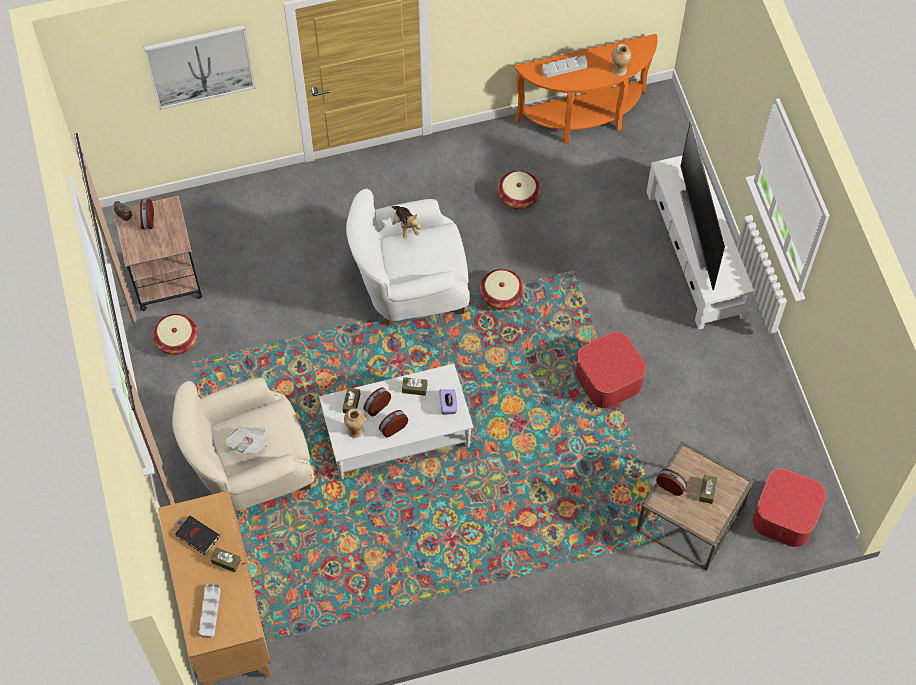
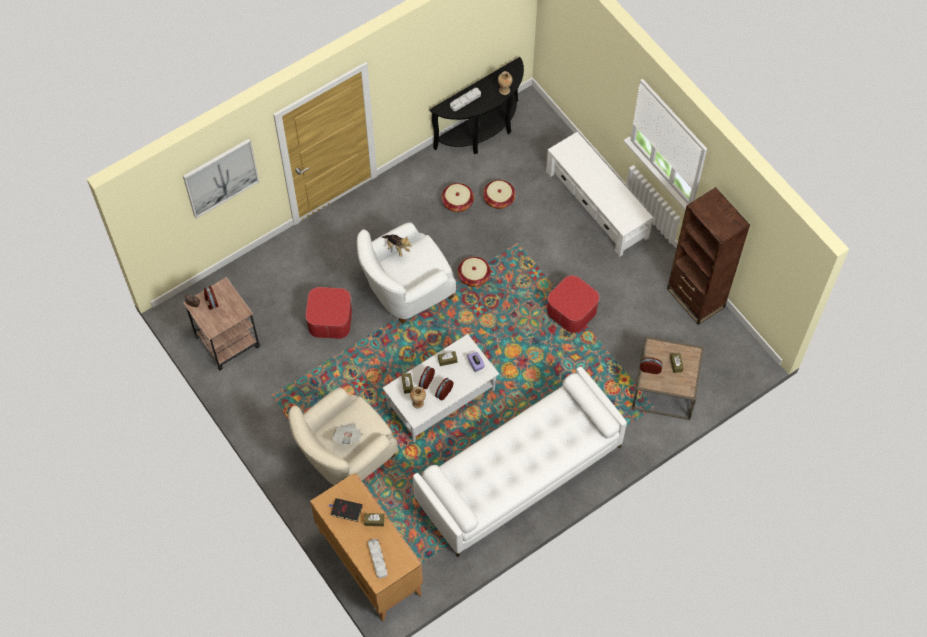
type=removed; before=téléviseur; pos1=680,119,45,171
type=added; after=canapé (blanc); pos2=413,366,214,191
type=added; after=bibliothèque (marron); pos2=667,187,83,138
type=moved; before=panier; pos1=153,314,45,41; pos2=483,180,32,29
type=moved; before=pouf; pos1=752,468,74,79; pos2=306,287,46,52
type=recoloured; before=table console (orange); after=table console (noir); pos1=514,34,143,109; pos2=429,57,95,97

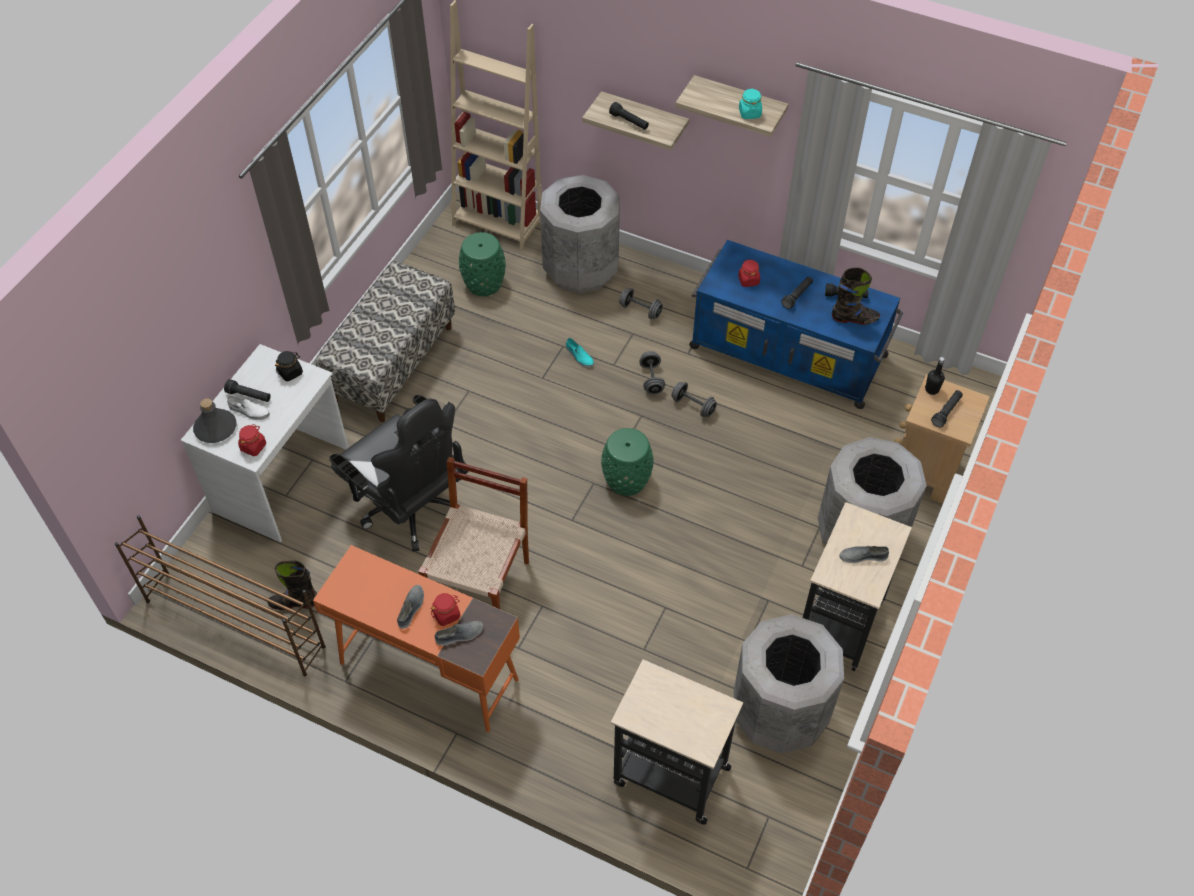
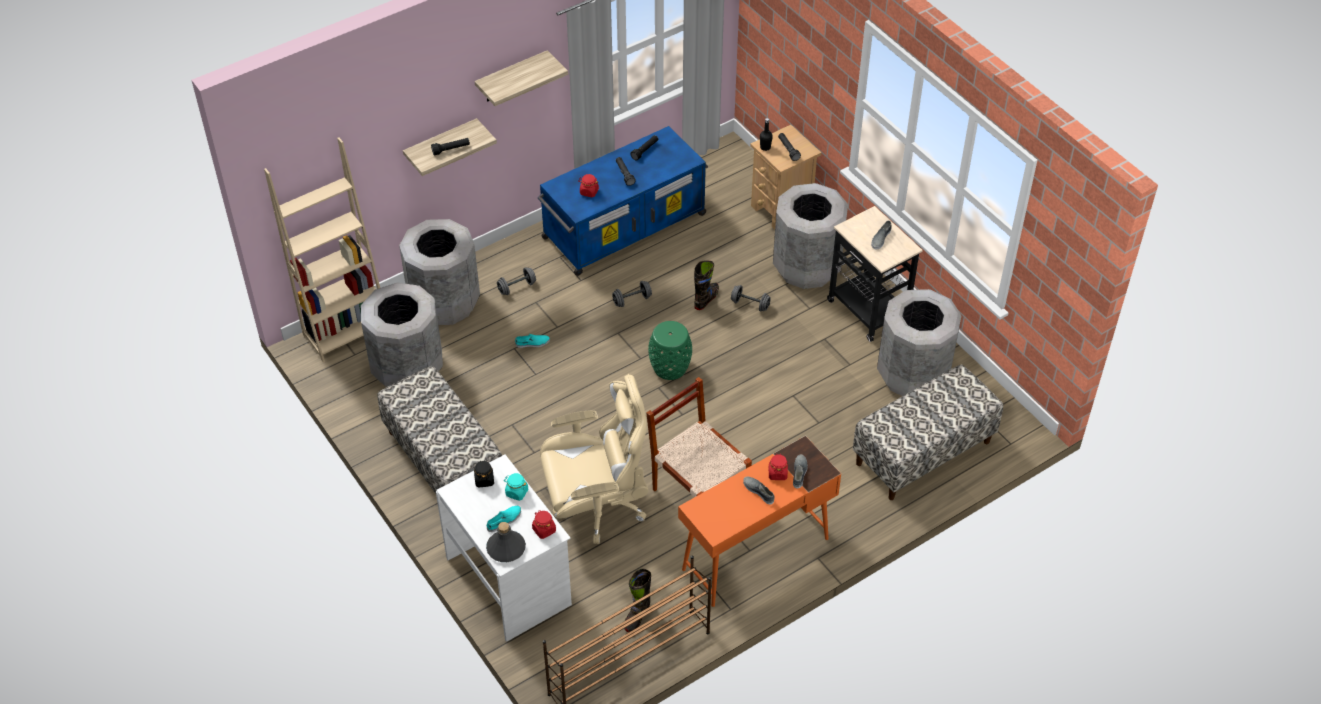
type=removed; before=lampe de poche (noir); pos1=224,379,47,23
type=moved; before=haltère (gris); pos1=639,351,26,44; pos2=731,285,40,26
type=moved; before=bocal (turquoise); pos1=739,88,23,31; pos2=504,473,24,28
type=moved; before=botte (noir); pos1=832,267,48,58; pos2=694,260,25,50
type=replaced; before=tabouret (vert); after=poubelle (gris); pos1=459,232,47,64; pos2=361,282,82,105
type=replaced; before=chariot; after=banc; pos1=611,659,132,166; pos2=853,364,150,136
type=recoloured; before=chaussure (blanc); after=chaussure (turquoise); pos1=227,396,43,24; pos2=486,506,35,26
type=recoloured; before=chaise de bureau (noir); after=chaise de bureau (beige); pos1=329,395,140,157; pos2=540,374,108,170

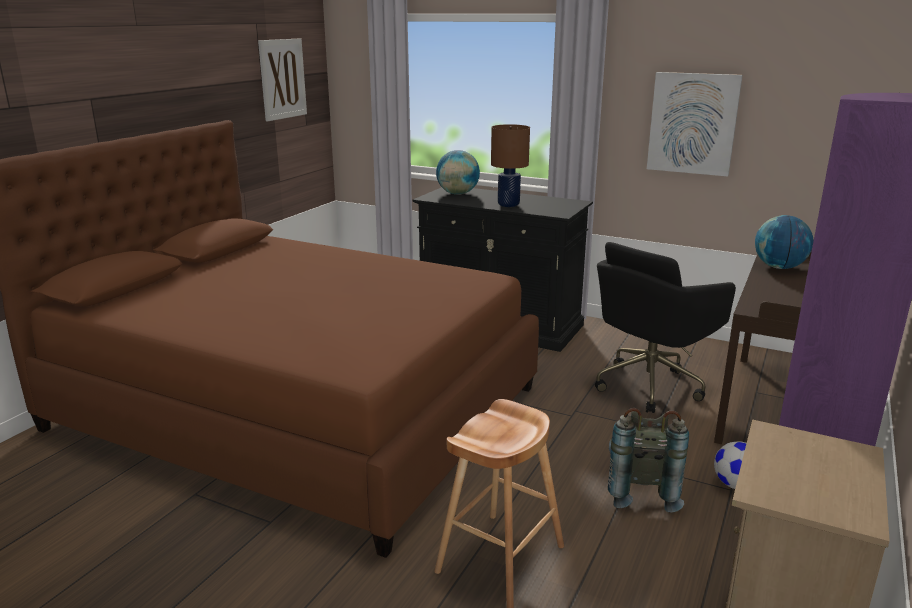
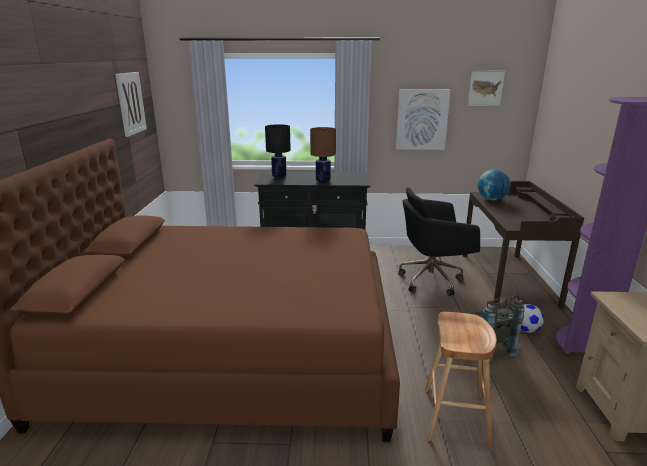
type=added; after=tableau; pos2=466,70,40,37
type=replaced; before=globe; after=lampe de table (noir); pos1=436,150,44,45; pos2=265,124,26,54
type=turned; before=chaise de bureau (noir); pos1=595,242,141,171; pos2=398,187,82,109; turn=60

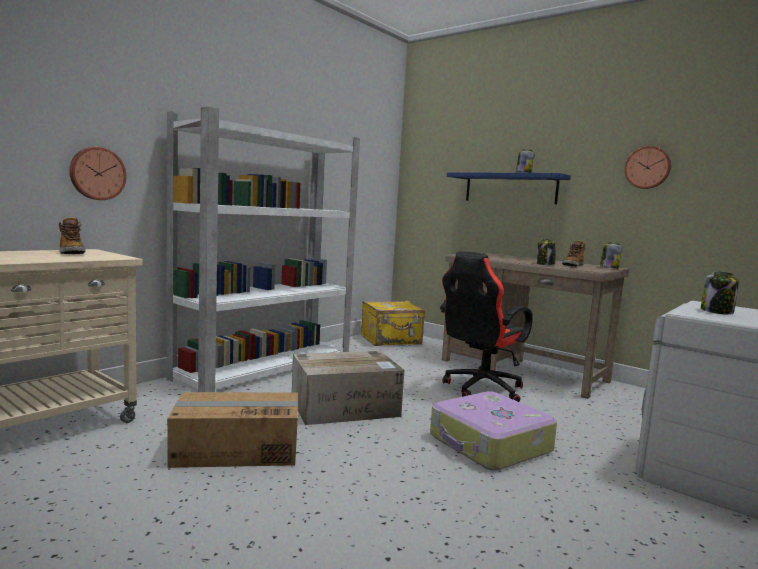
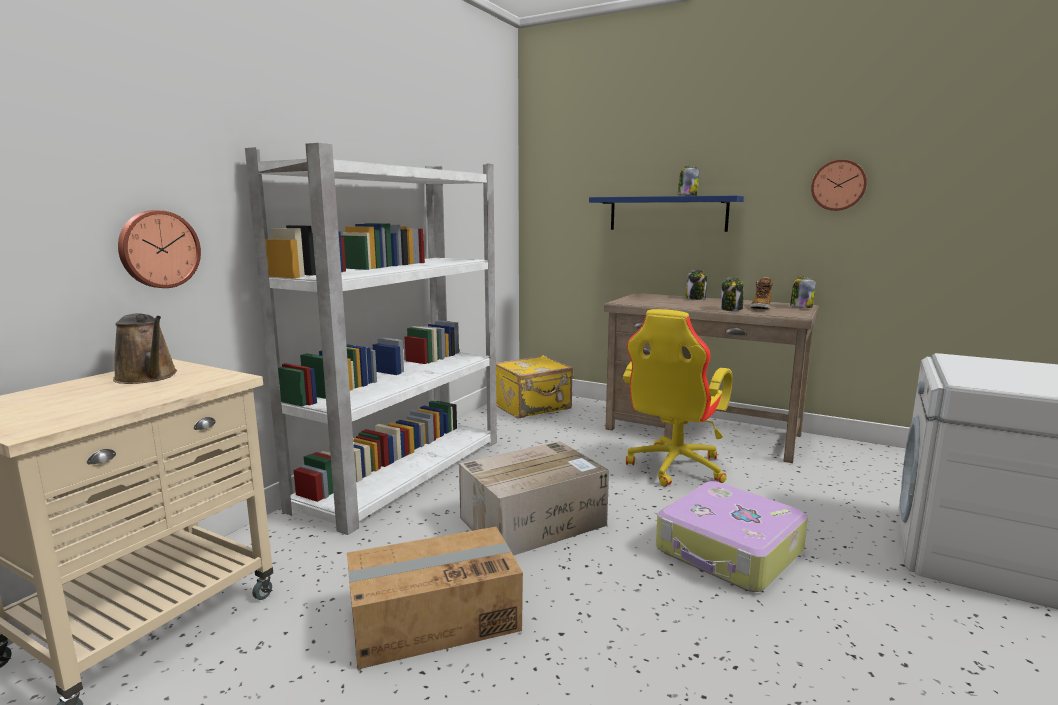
type=moved; before=bocal; pos1=701,271,38,44; pos2=686,270,21,30
type=replaced; before=botte; after=arrosoir (marron); pos1=59,217,26,37; pos2=113,313,64,71
type=recoloured; before=chaise de bureau (noir); after=chaise de bureau (jaune); pos1=440,251,93,151; pos2=623,309,110,178

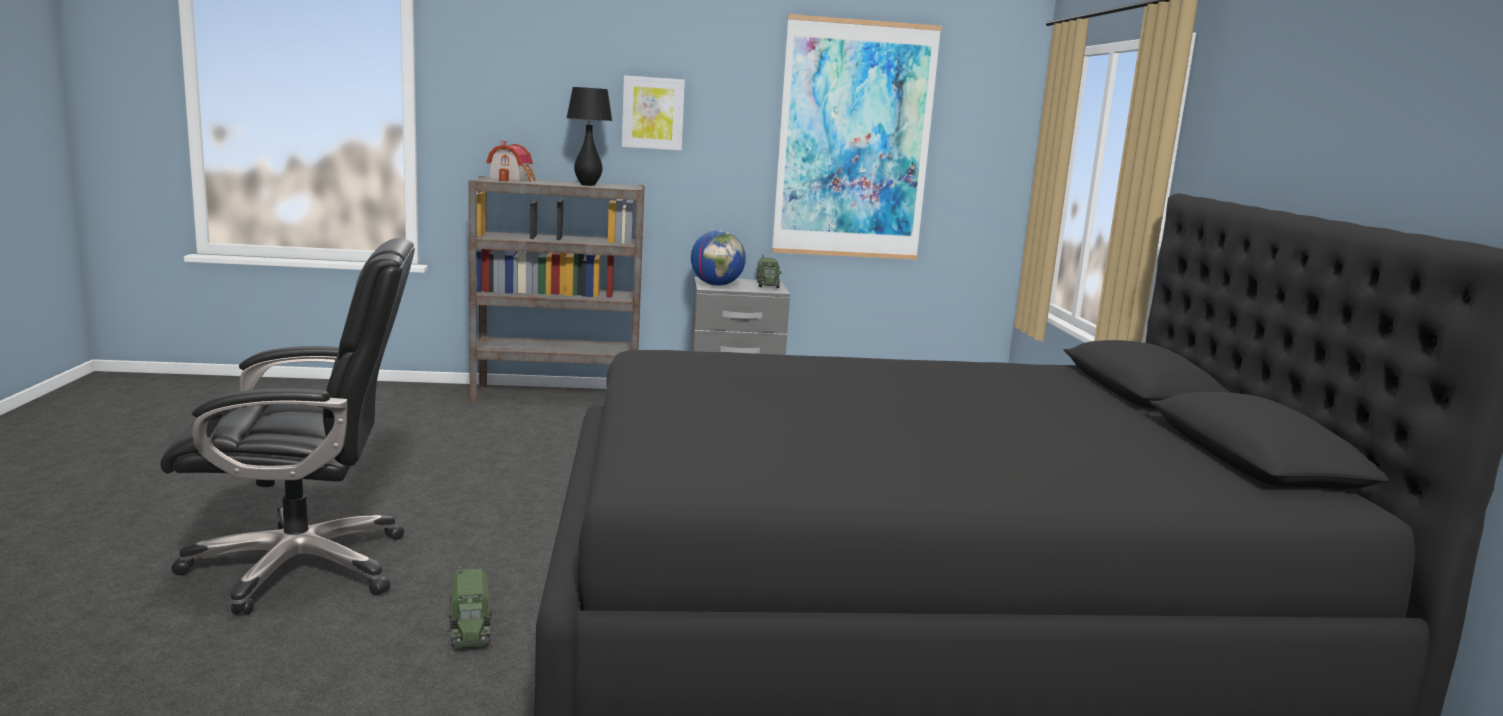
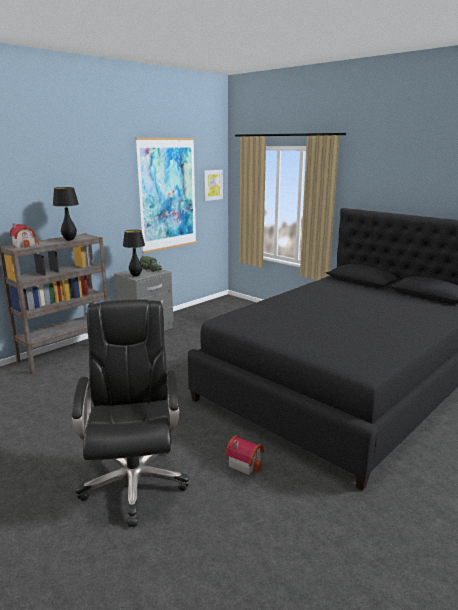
type=moved; before=tableau; pos1=622,75,63,76; pos2=203,170,20,31
type=replaced; before=camion jouet; after=maison miniature; pos1=449,566,43,82; pos2=225,435,39,40
type=replaced; before=globe; after=lampe de table (noir); pos1=691,230,55,56; pos2=123,230,22,47
type=turned; before=chaise de bureau (noir); pos1=160,238,255,376; pos2=72,299,117,228; turn=-45

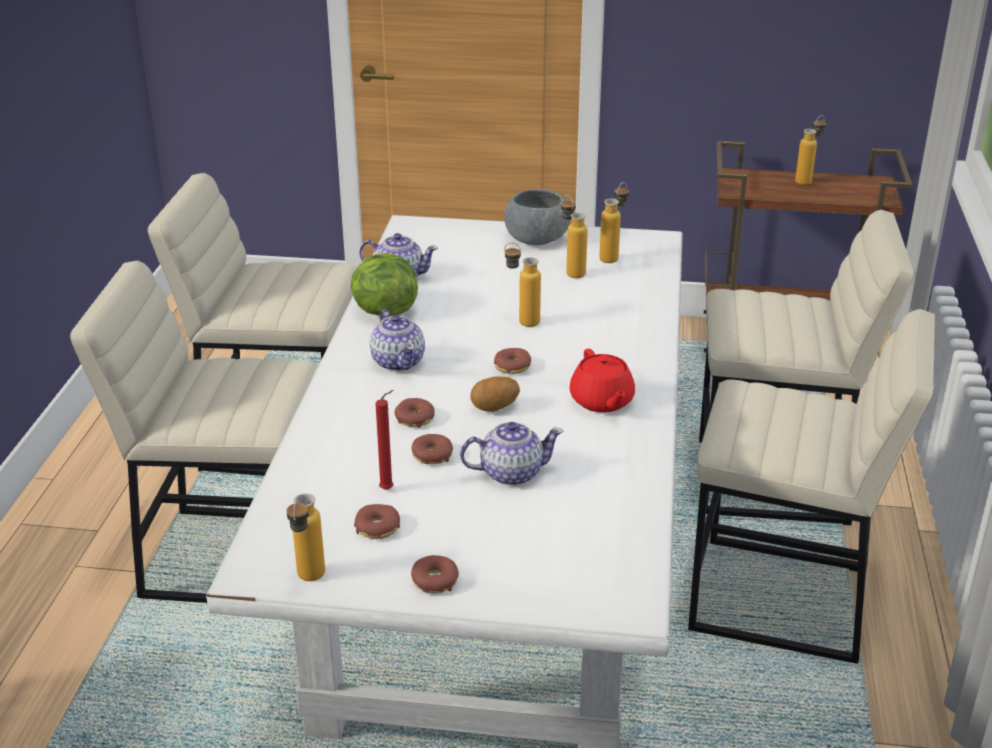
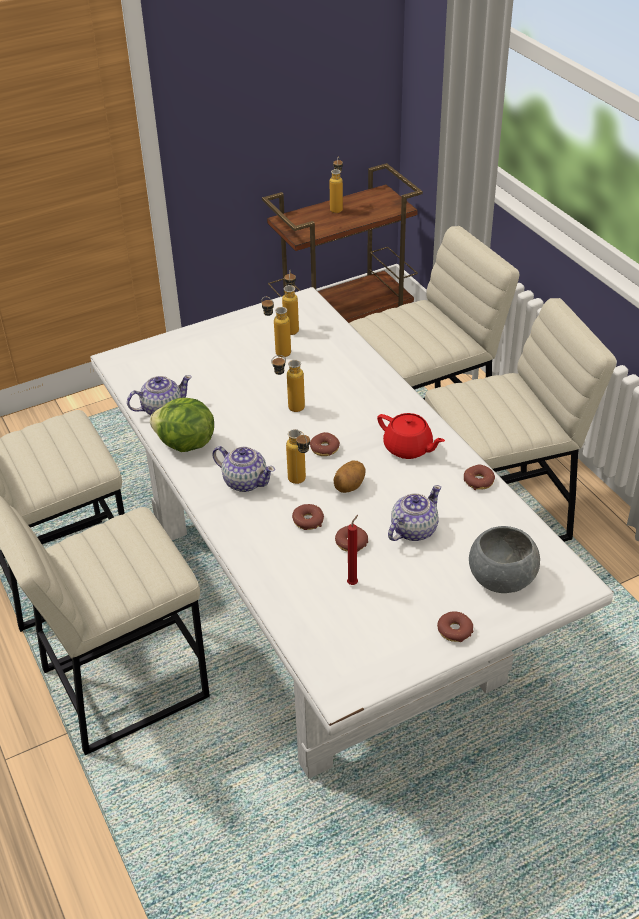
type=moved; before=bouteille; pos1=286,493,39,88; pos2=286,429,24,55
type=moved; before=beignet; pos1=354,504,46,35; pos2=464,465,31,25
type=moved; before=bol (gris); pos1=504,189,67,56; pos2=469,526,71,67

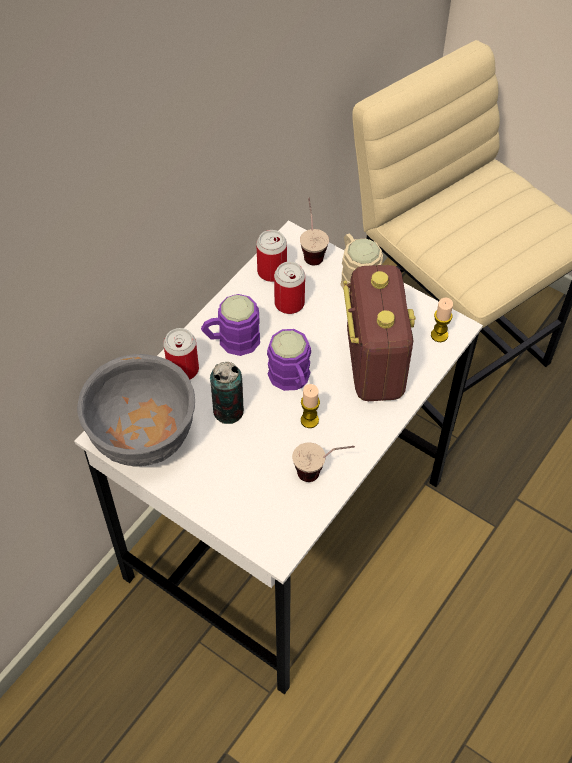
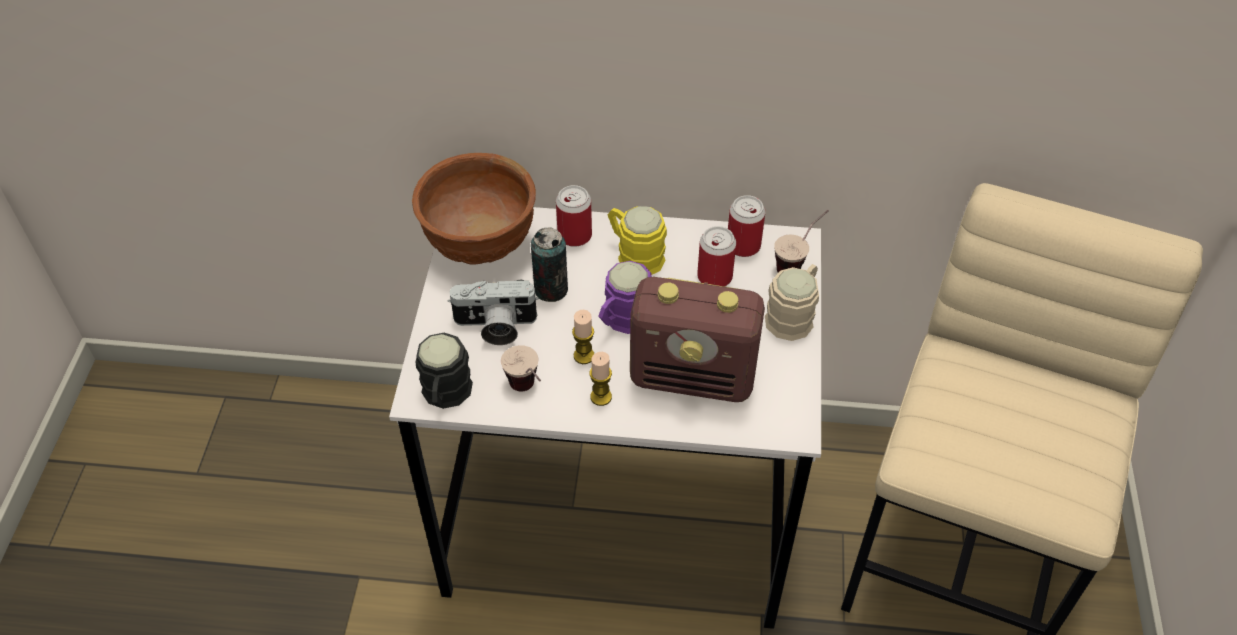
type=added; after=mug (noir); pos2=416,333,57,76
type=added; after=appareil photo; pos2=448,280,91,65
type=moved; before=bougie; pos1=431,298,22,44; pos2=589,352,23,54
type=recoloured; before=bol (gris); after=bol (marron); pos1=77,354,118,113; pos2=412,153,124,111
type=recoloured; before=mug (violet); after=mug (jaune); pos1=201,294,59,62; pos2=607,206,60,69
type=turned; before=radio; pos1=343,265,73,136; pos2=630,277,135,125; turn=45

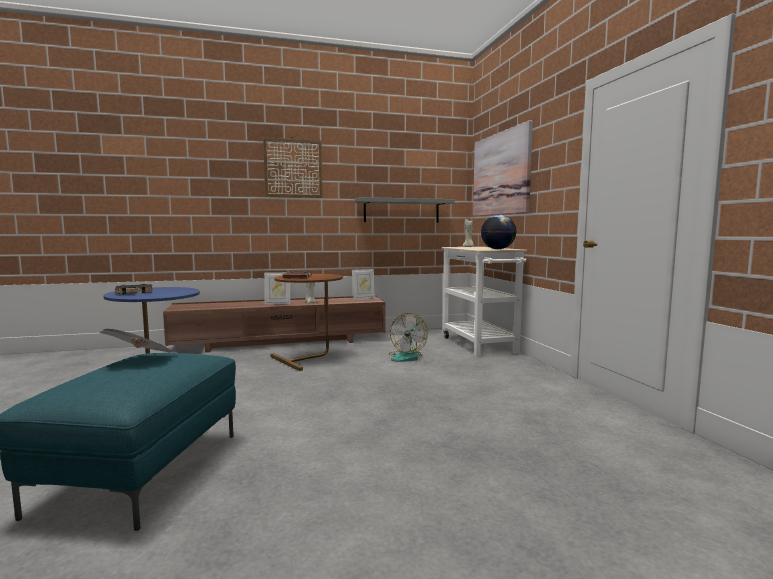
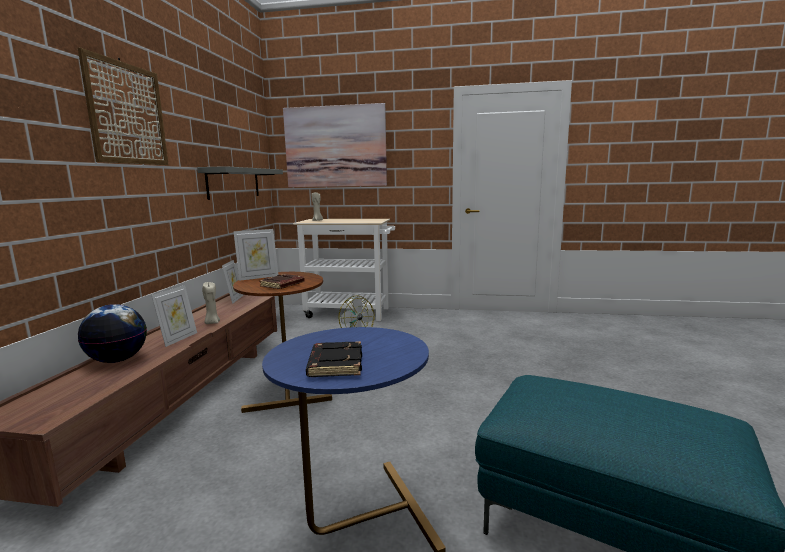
type=removed; before=journal; pos1=99,329,78,24
type=added; after=cadre photo; pos2=233,229,45,52
type=moved; before=globe; pos1=481,215,35,34; pos2=78,304,69,59

